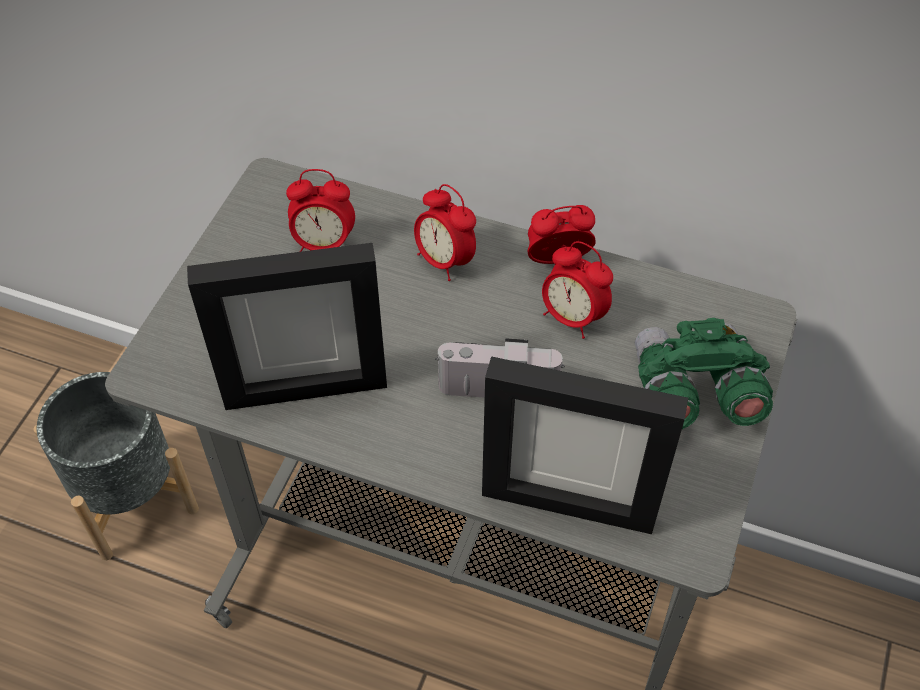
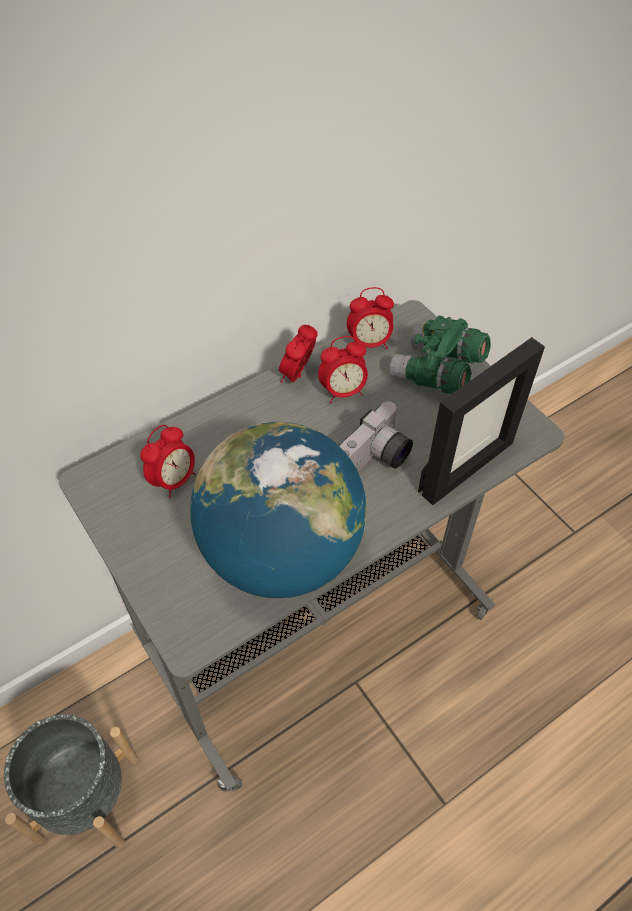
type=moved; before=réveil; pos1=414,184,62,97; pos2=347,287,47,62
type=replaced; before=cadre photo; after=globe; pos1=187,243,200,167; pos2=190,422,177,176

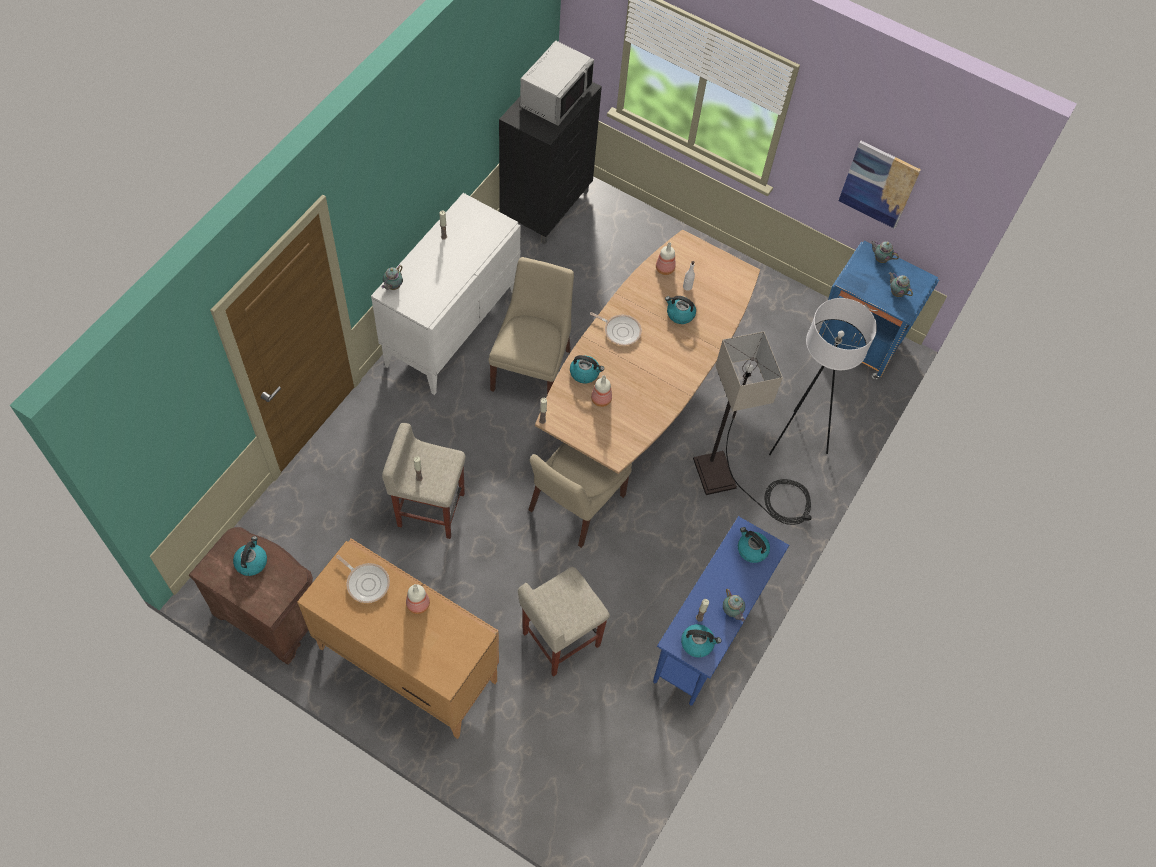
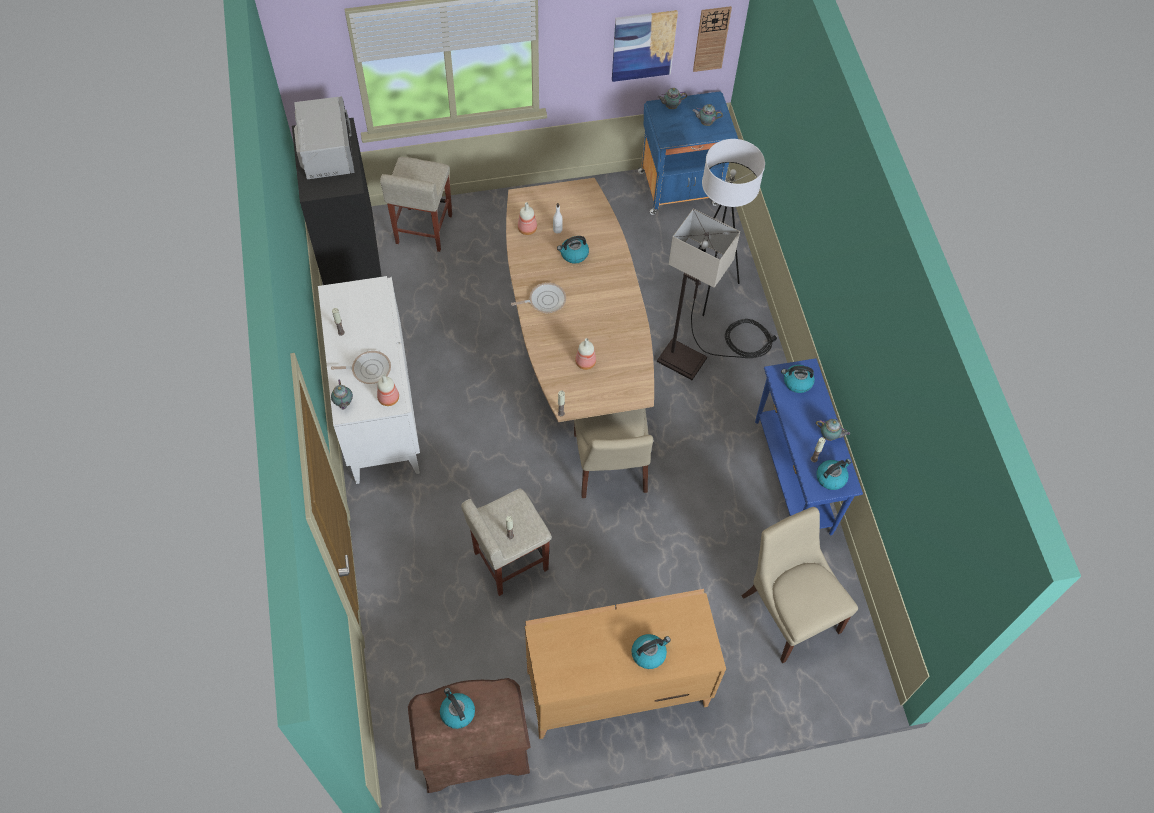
type=added; after=horloge murale; pos2=693,6,39,66
type=moved; before=poêle; pos1=336,555,54,48; pos2=331,351,60,33
type=moved; before=bouteille; pos1=406,584,24,30; pos2=377,374,22,32
type=moved; before=chaise (beige); pos1=489,257,85,138; pos2=741,507,117,156
type=moved; before=tabouret (beige); pos1=518,567,92,110; pos2=380,157,72,95
type=moved; before=bouilloire; pos1=570,355,34,29; pos2=631,634,40,35

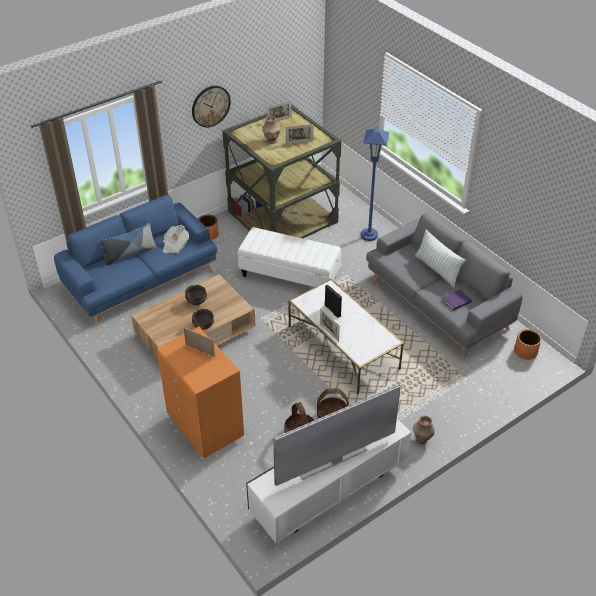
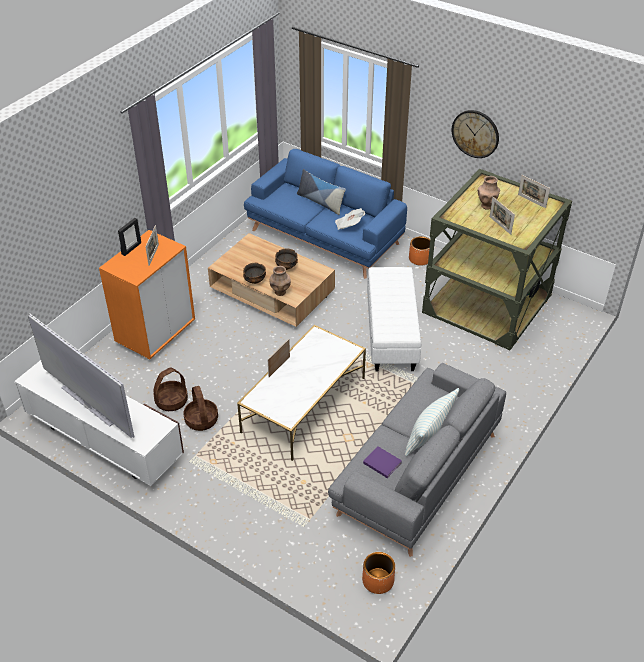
type=removed; before=lampadaire (bleu); pos1=361,129,28,112
type=moved; before=cadre photo; pos1=325,285,17,33; pos2=118,218,23,38
type=moved; before=vase (marron); pos1=413,416,22,28; pos2=270,266,21,30

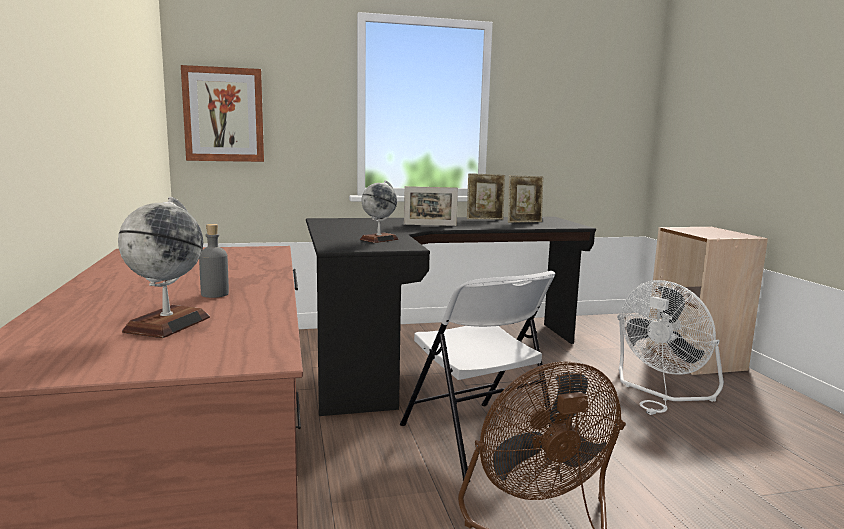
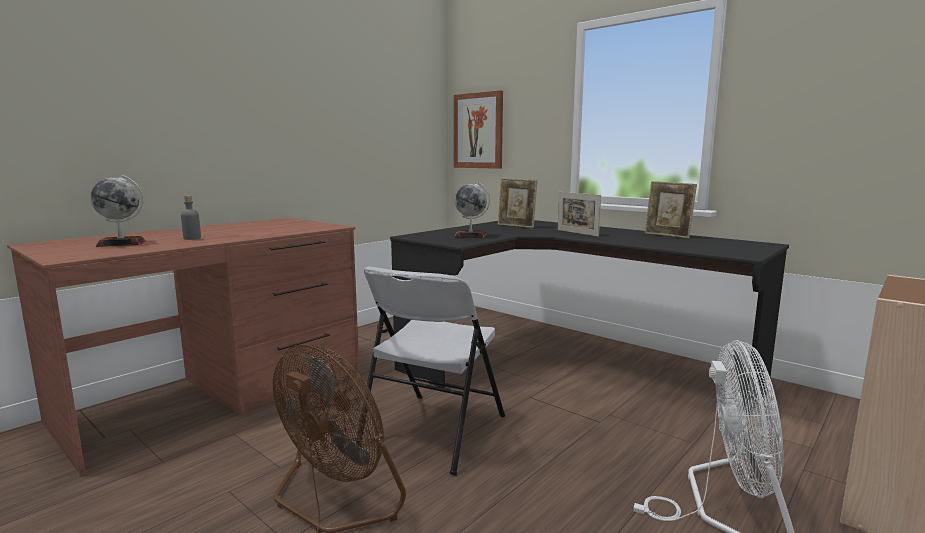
type=moved; before=cadre photo; pos1=508,175,36,48; pos2=498,178,40,50

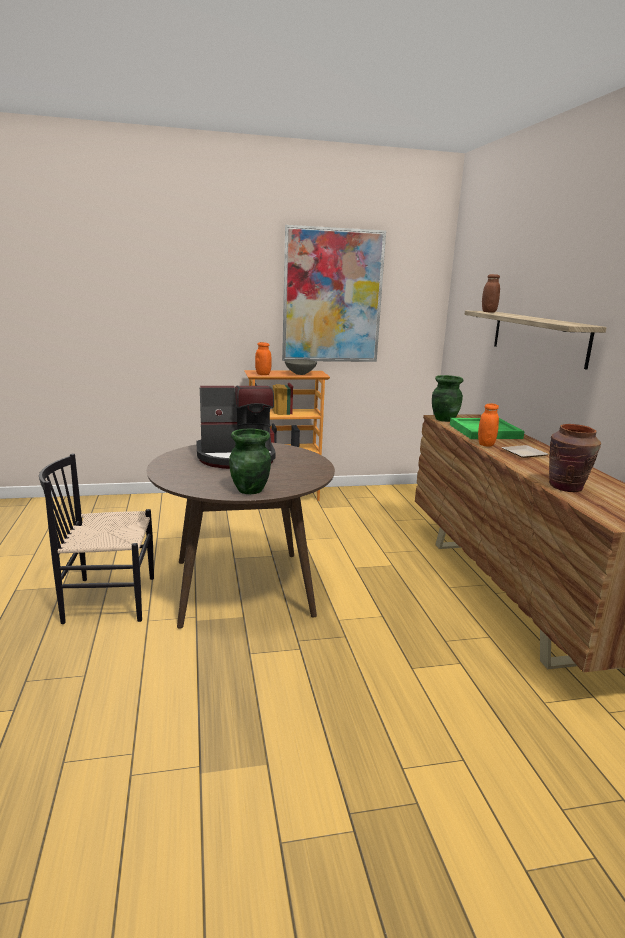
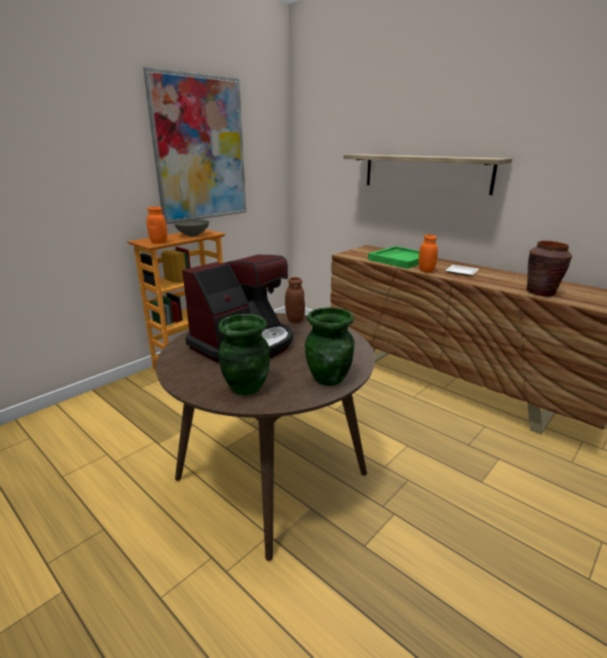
type=removed; before=chaise (noir); pos1=39,454,115,170
type=moved; before=vase (vert); pos1=432,375,32,47; pos2=218,314,52,81
type=moved; before=bocal (marron); pos1=482,274,18,39; pos2=285,277,20,46

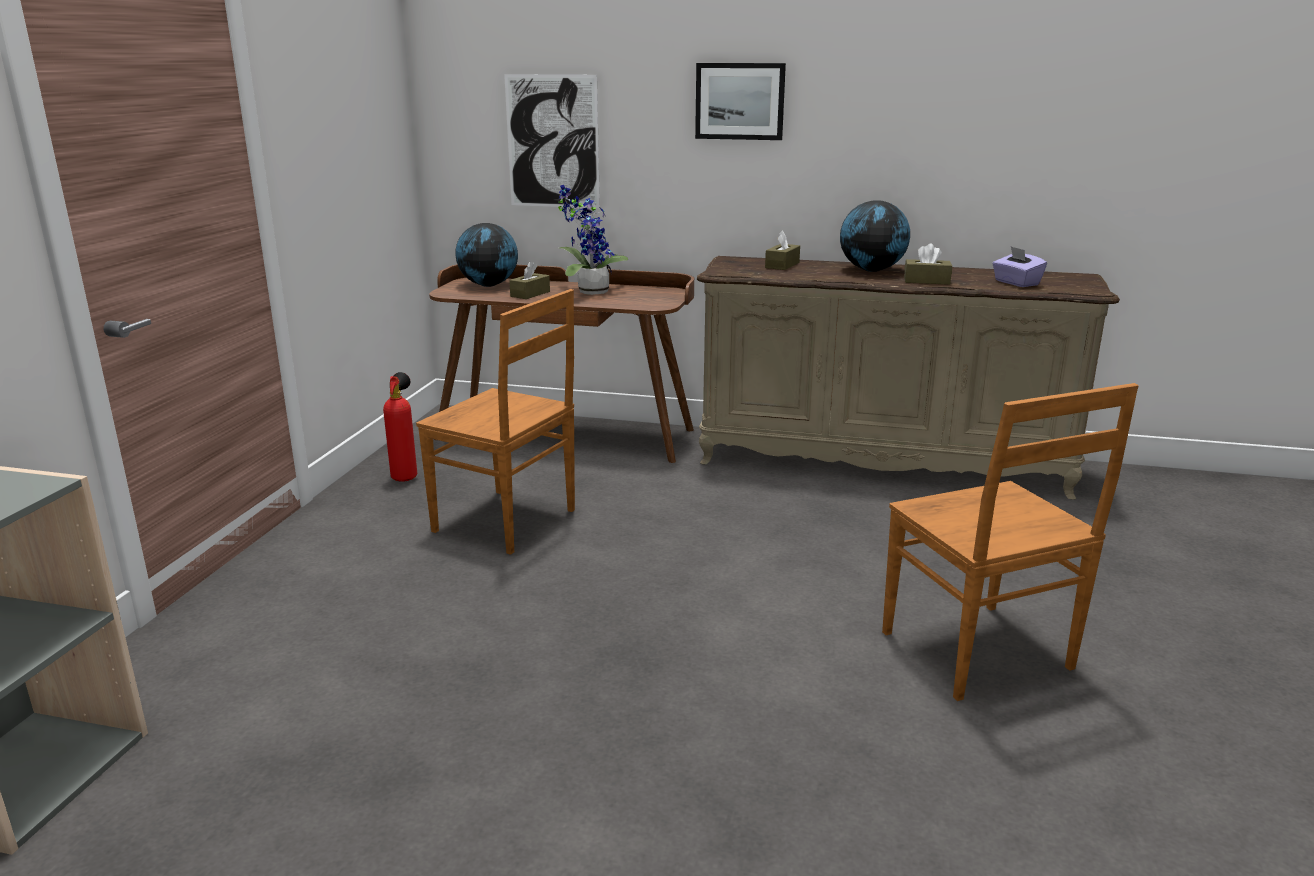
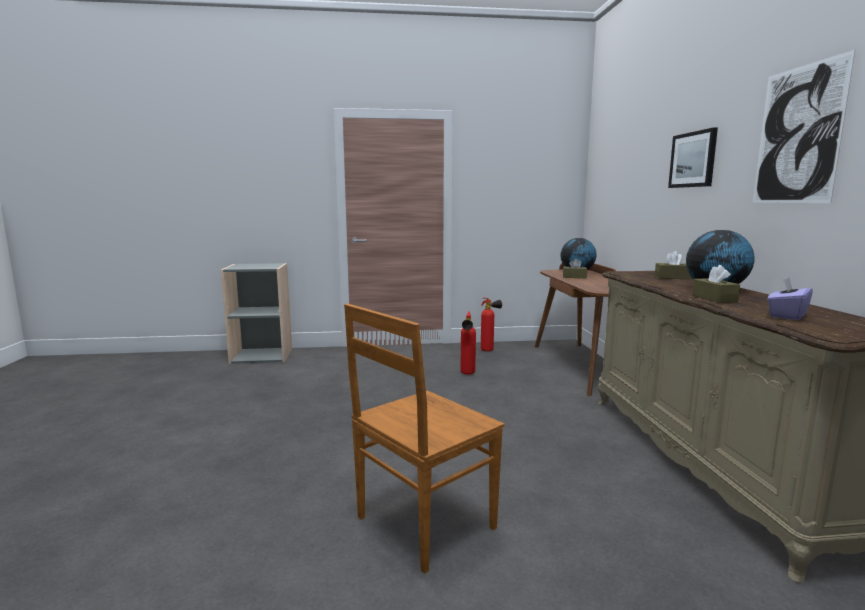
type=removed; before=plante en pot; pos1=558,185,70,110
type=moved; before=tableau; pos1=504,74,96,134; pos2=753,50,102,153
type=replaced; before=chaise (marron); after=extincteur; pos1=416,289,159,266; pos2=460,311,16,64

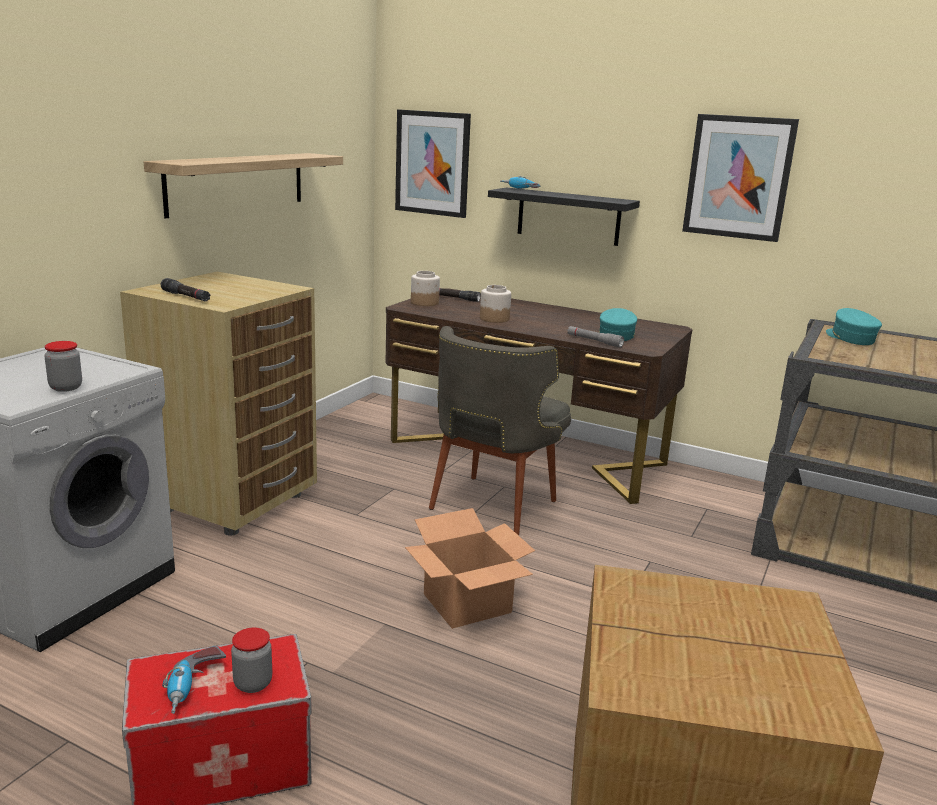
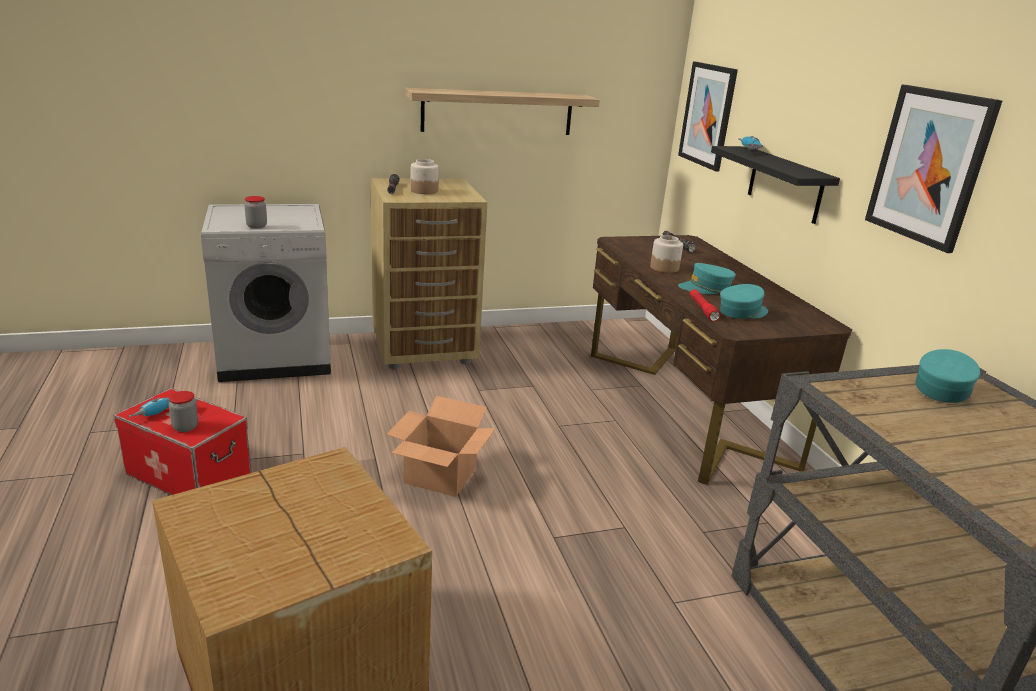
type=removed; before=chaise (gris); pos1=429,326,142,209
type=added; after=casquette (turquoise); pos2=678,263,58,31
type=moved; before=bocal; pos1=411,271,29,35; pos2=411,159,28,35
type=recoloured; before=lampe de poche (gris); after=lampe de poche (rouge); pos1=567,326,57,22; pos2=690,289,31,32

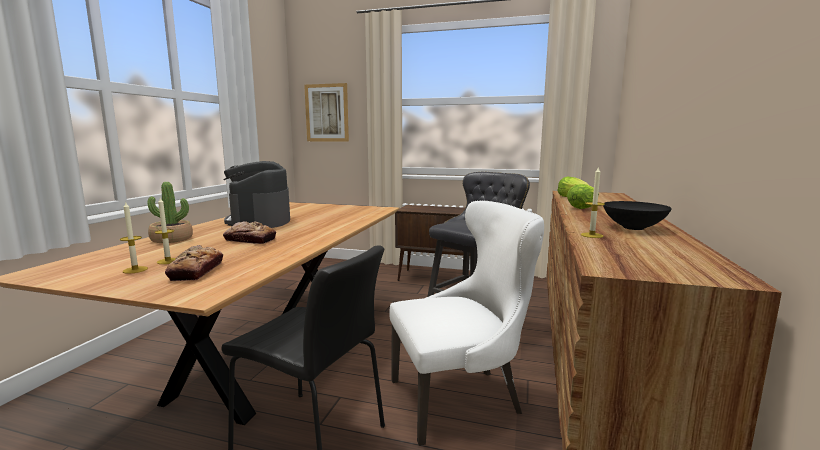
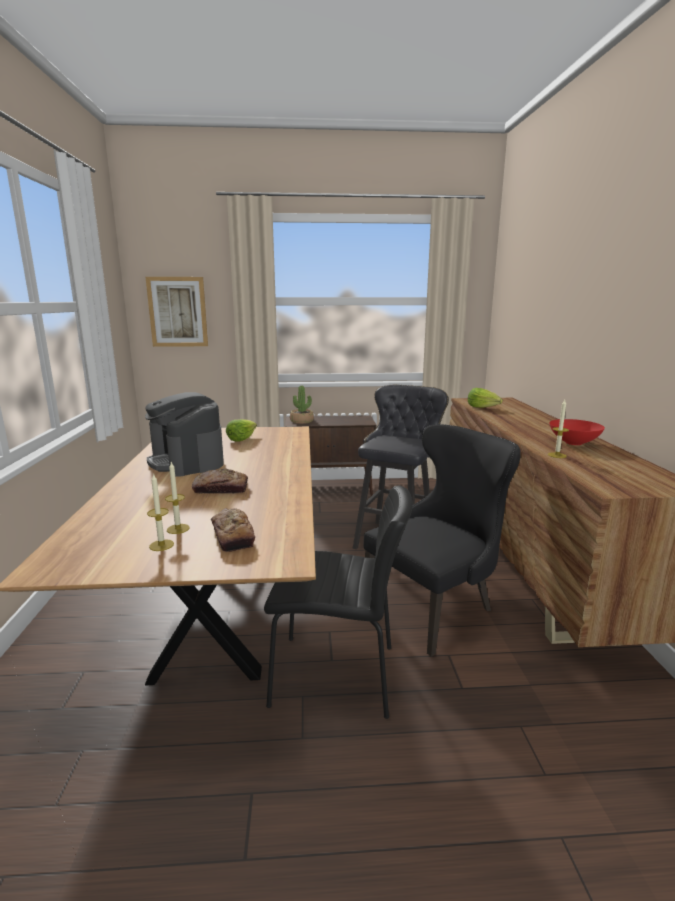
type=moved; before=plante en pot; pos1=148,182,45,61; pos2=290,385,24,39
type=moved; before=laitue; pos1=567,184,32,25; pos2=226,419,31,23
type=recoloured; before=chaise (blanc); after=chaise (noir); pos1=389,200,155,246; pos2=364,424,157,233
type=recoloured; before=bol (noir); after=bol (rouge); pos1=603,201,69,29; pos2=549,419,56,26

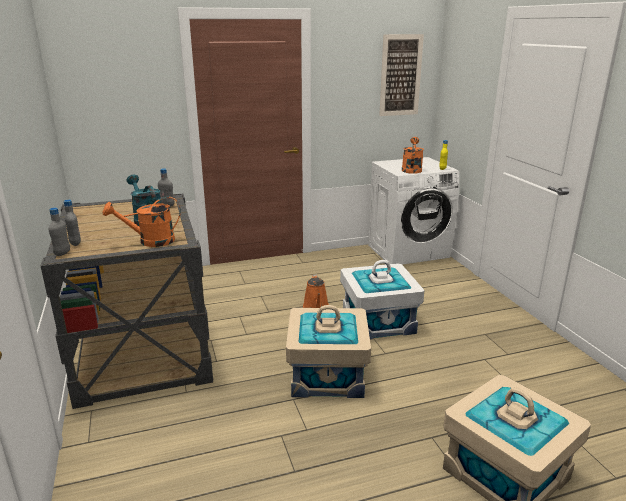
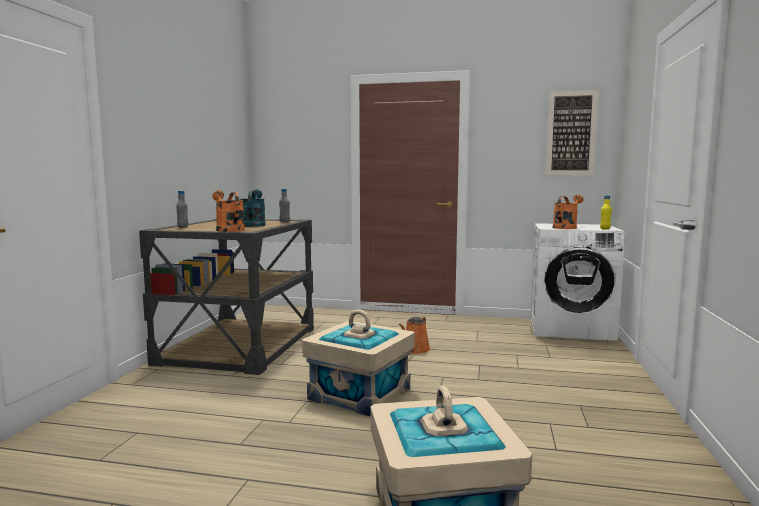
type=removed; before=bouteille (gris); pos1=49,208,21,48
type=removed; before=boîte de rangement (blanc); pos1=340,260,84,79
type=turned; before=arrosoir (orange); pos1=103,197,78,50; pos2=212,190,33,42; turn=45

